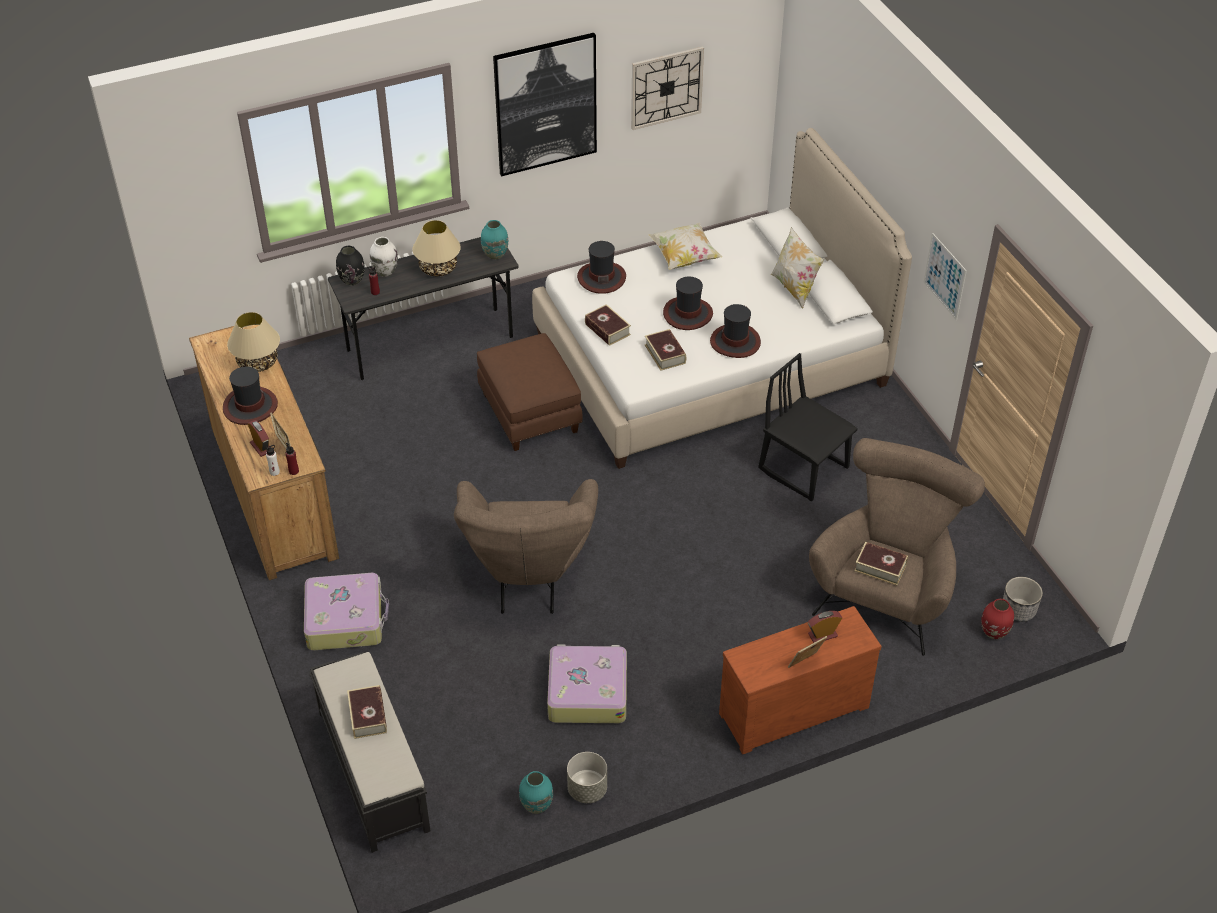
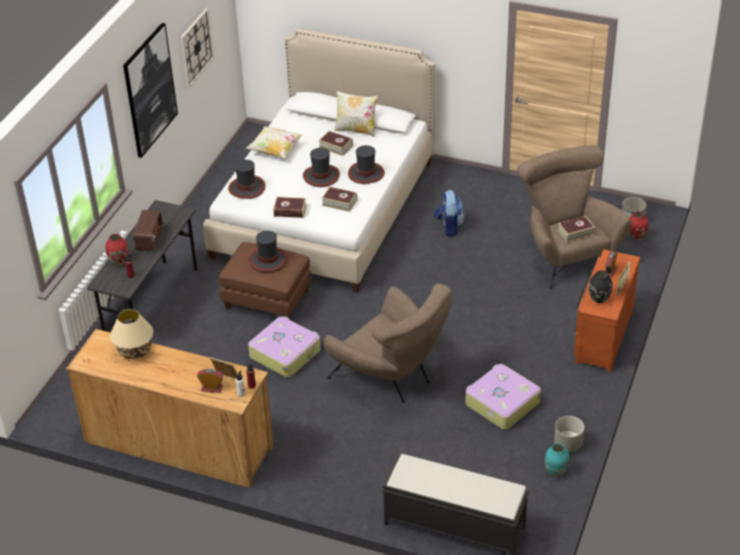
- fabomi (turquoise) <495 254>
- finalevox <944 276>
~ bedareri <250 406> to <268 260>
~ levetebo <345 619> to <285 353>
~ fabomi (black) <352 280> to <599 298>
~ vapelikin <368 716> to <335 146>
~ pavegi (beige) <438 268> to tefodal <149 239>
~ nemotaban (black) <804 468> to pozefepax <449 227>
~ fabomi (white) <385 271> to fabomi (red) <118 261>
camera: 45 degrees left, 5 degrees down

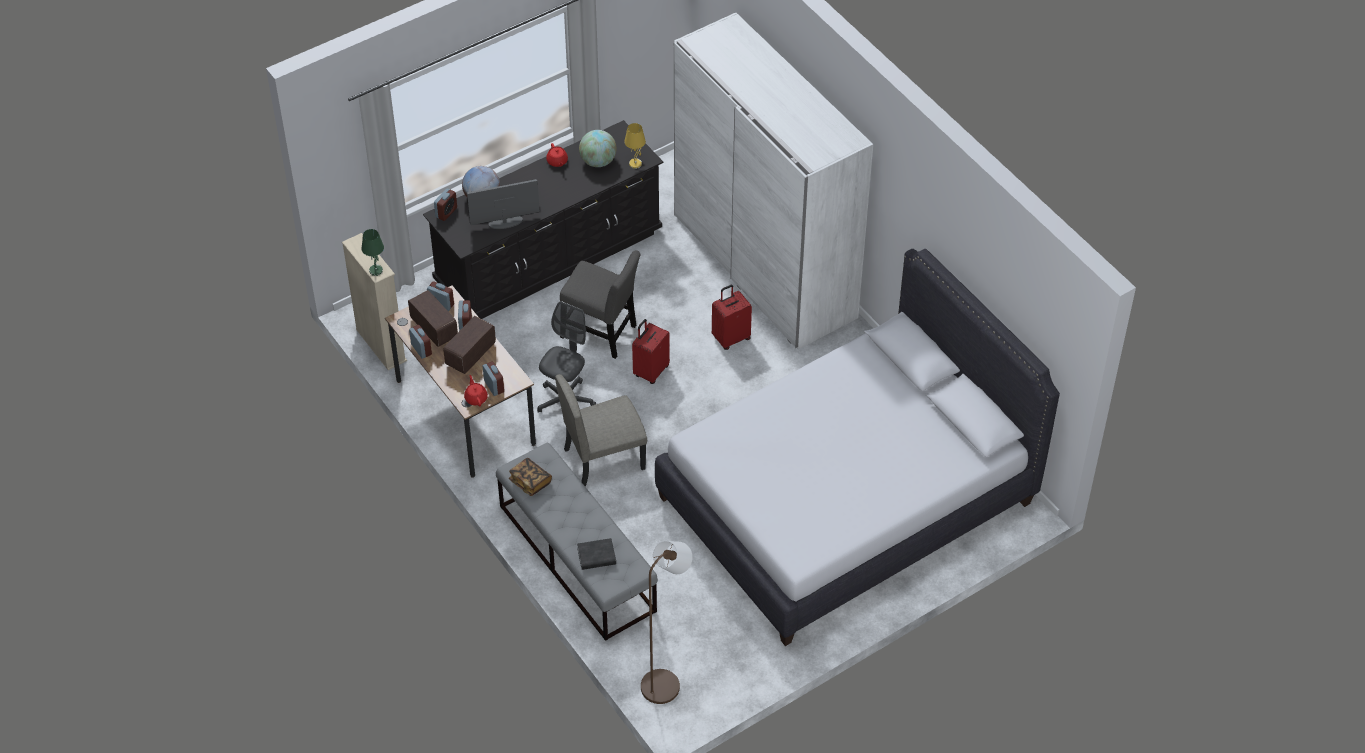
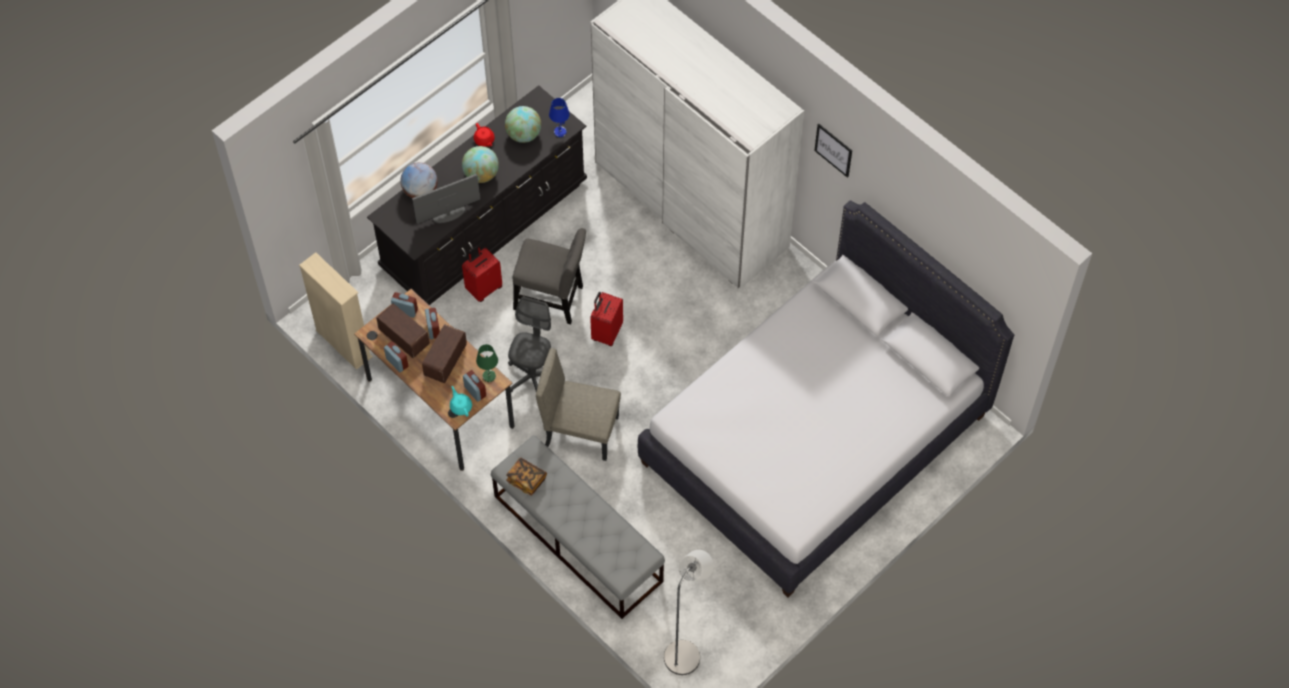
- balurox <446 212>
- vapelikin (black) <596 556>
+ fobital <481 175>
+ finalevox <833 150>
~ pavegi (green) <376 270> to <489 376>
~ levetebo (red) <731 338> to <483 288>
~ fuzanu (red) <476 398> to fuzanu (turquoise) <461 406>
~ pavegi (yellow) <635 163> to pavegi (blue) <560 132>
~ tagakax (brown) <665 682> to tagakax (grey) <686 652>
~ nemotaban (beige) <604 458> = <581 431> 45 degrees clockwise
camera: 10 degrees left, 10 degrees up

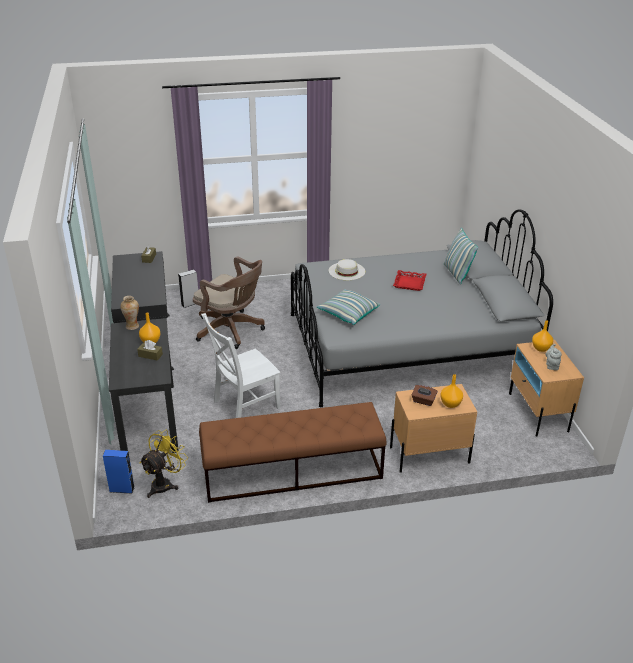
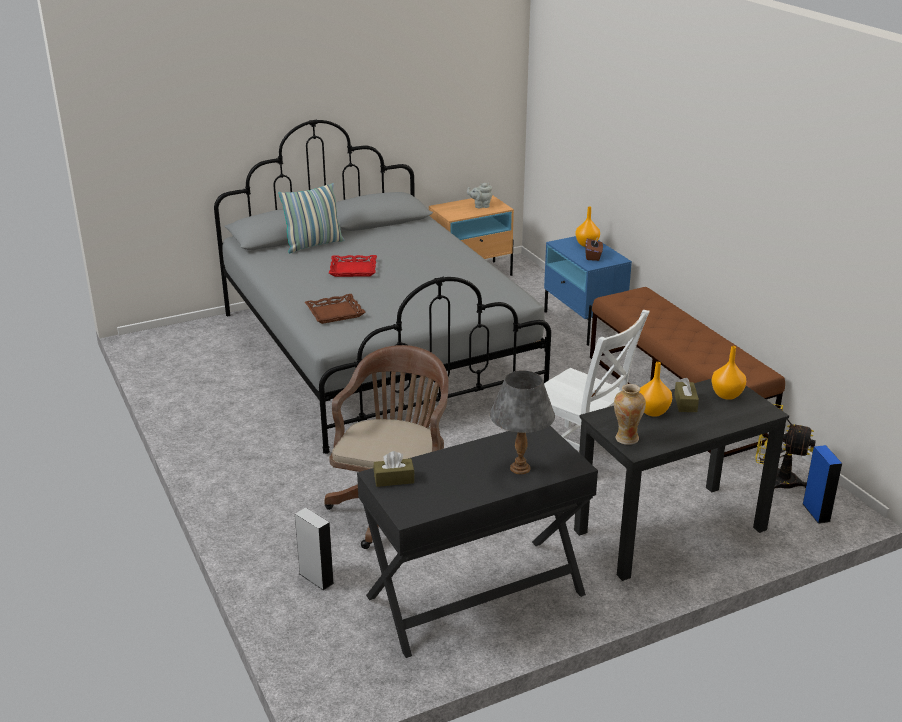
- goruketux <348 313>
+ pavegi (grey) <520 468>
~ fabomi (orange) <540 348> to <727 395>
~ bedareri (white) <346 271> to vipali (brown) <335 312>
~ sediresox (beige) <429 455> to sediresox (blue) <583 324>
camera: 105 degrees left, 5 degrees down

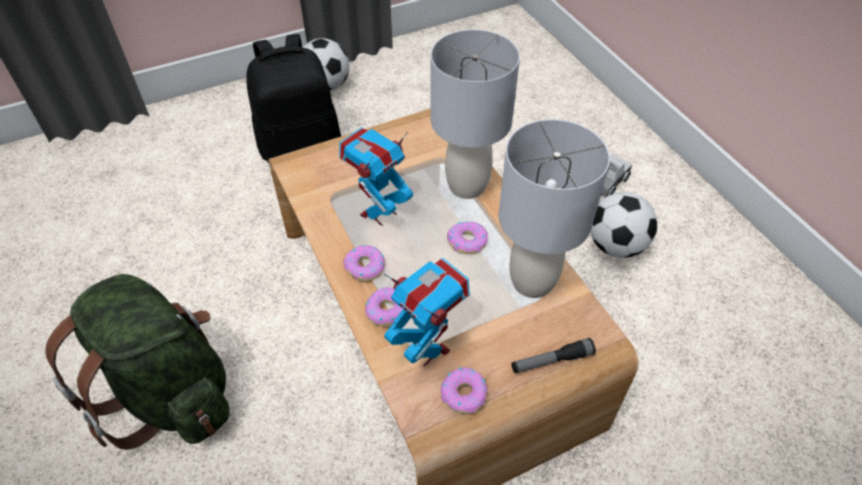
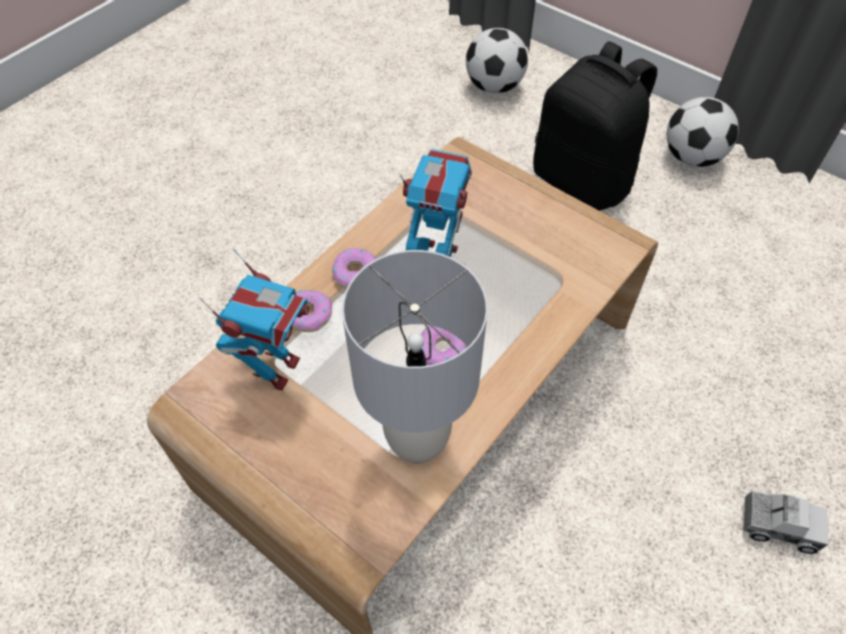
- pozefepax (green) <171 393>
- pavegi (grey) <466 186>
- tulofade <464 394>
- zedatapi <551 361>
~ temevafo <616 245> to <494 86>
camera: 65 degrees right, 5 degrees up

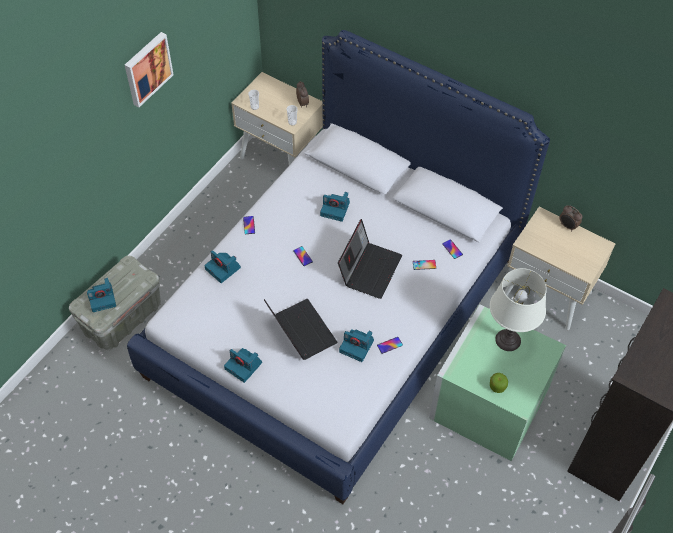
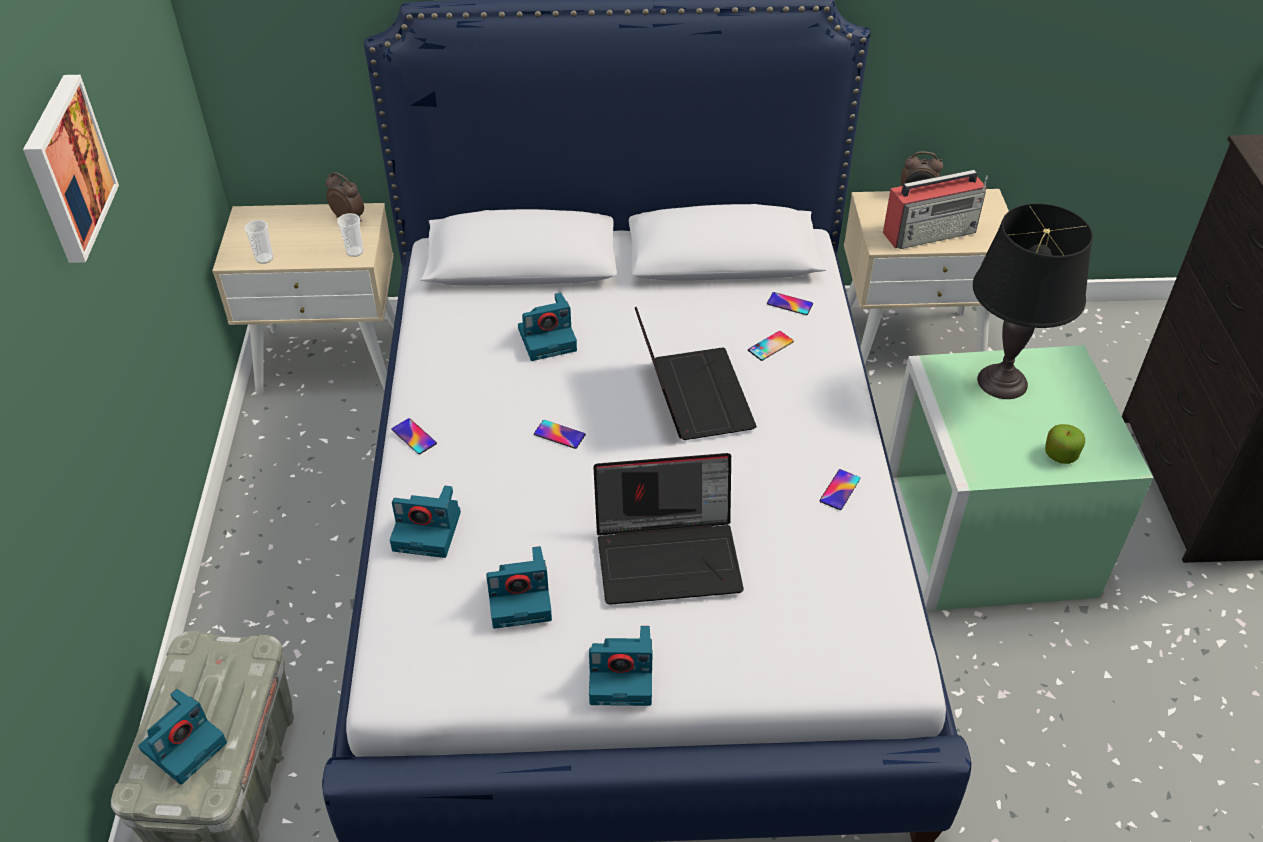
+ tefodal <931 232>
~ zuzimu <357 346> to <521 598>
~ pavegi (white) <508 340> to pavegi (black) <1002 382>
~ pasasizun <300 331> = <669 555> 150 degrees clockwise
camera: 35 degrees left, 10 degrees down

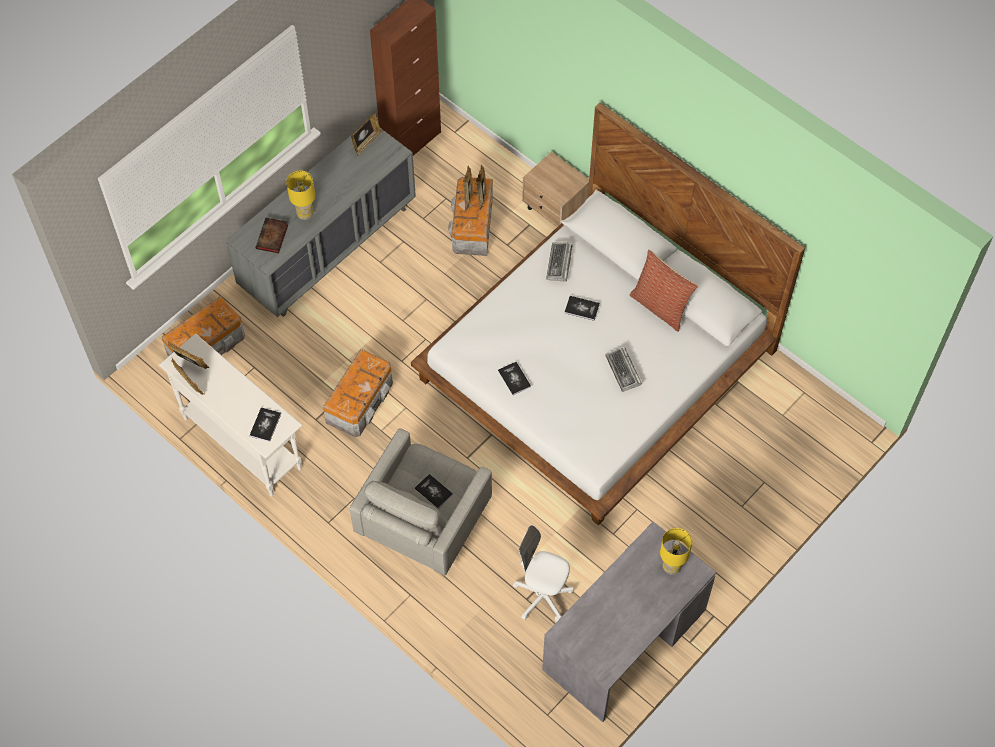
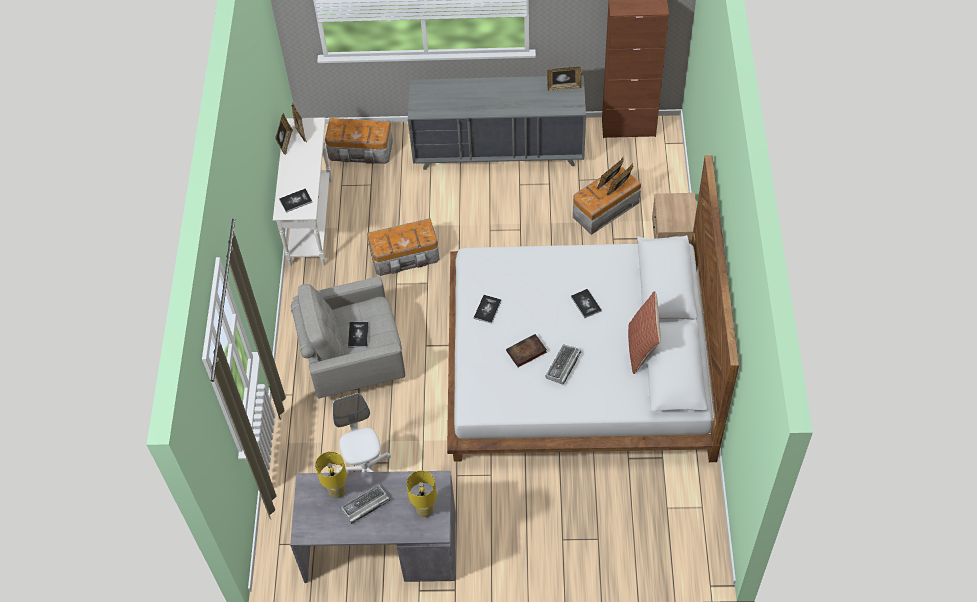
~ vapelikin <272 237> to <525 352>
~ pavegi (yellow) <305 214> to <336 491>
~ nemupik <559 264> to <365 505>
camera: 50 degrees right, 5 degrees down

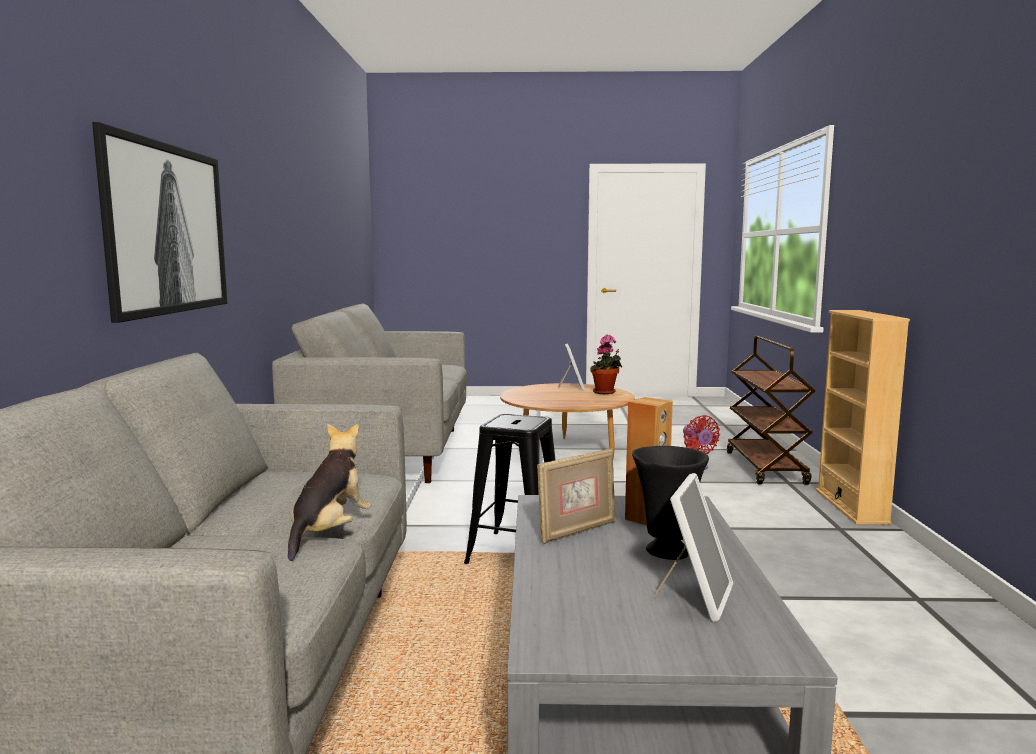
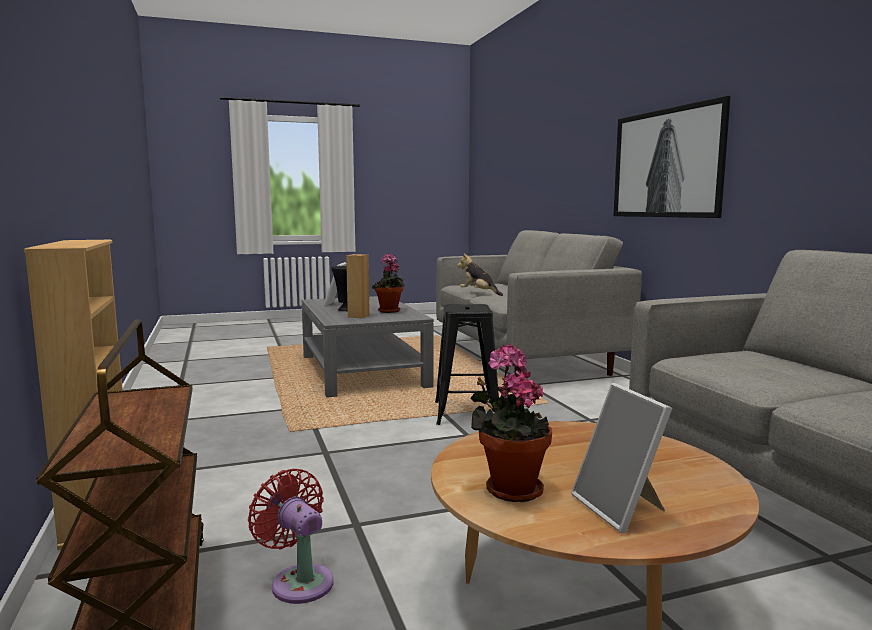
~ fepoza <577 531> to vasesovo <389 311>
~ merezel <329 532> = <479 293> 135 degrees clockwise
camera: 160 degrees right, 0 degrees up

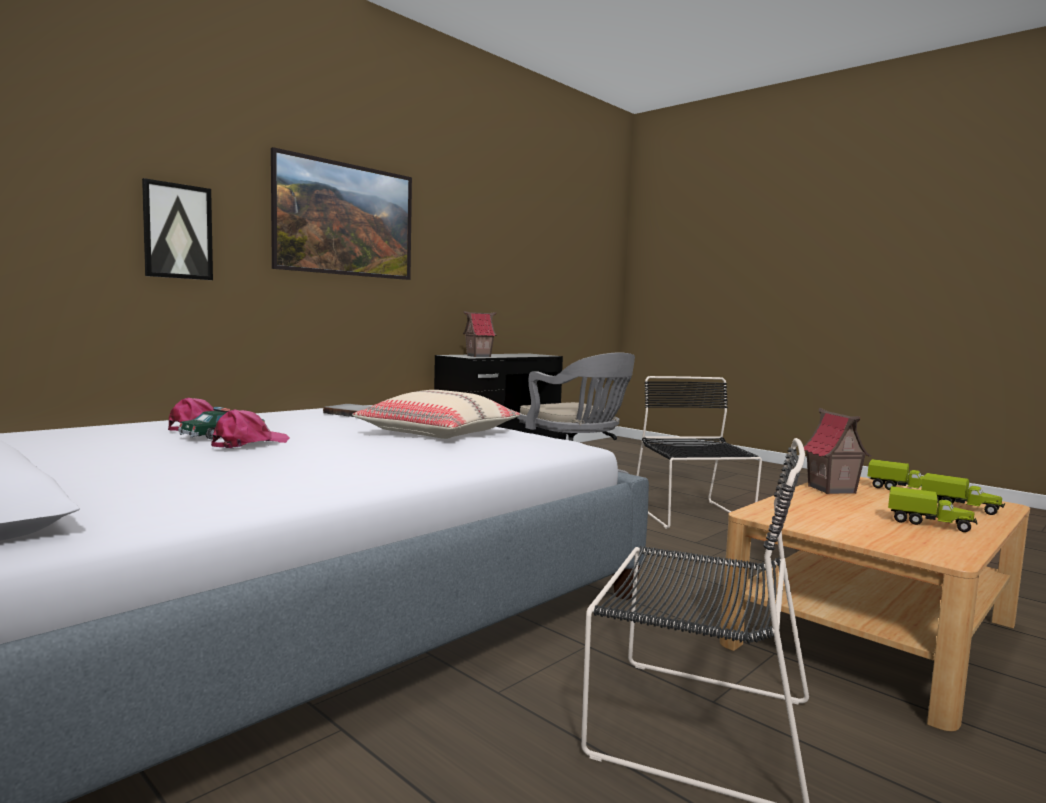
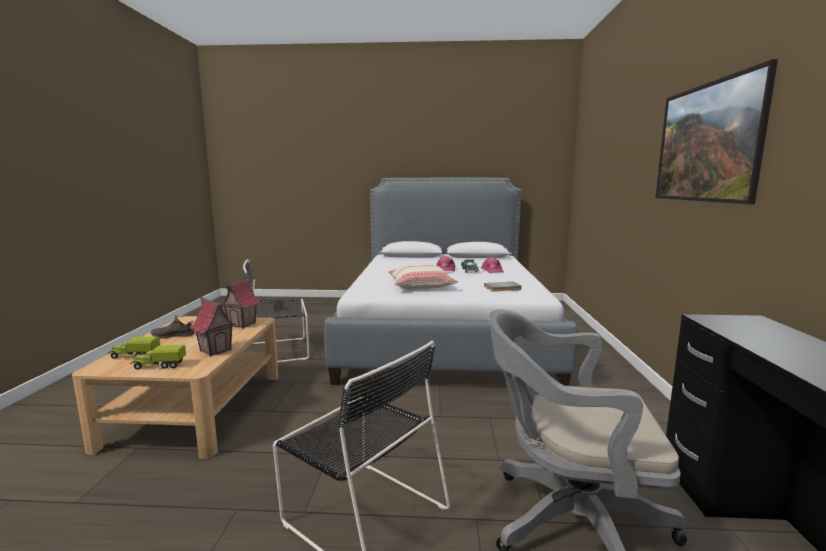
- finalevox <177 231>
~ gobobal <478 356> to <242 324>
~ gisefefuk <930 524> to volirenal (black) <173 336>
camera: 140 degrees right, 5 degrees up

